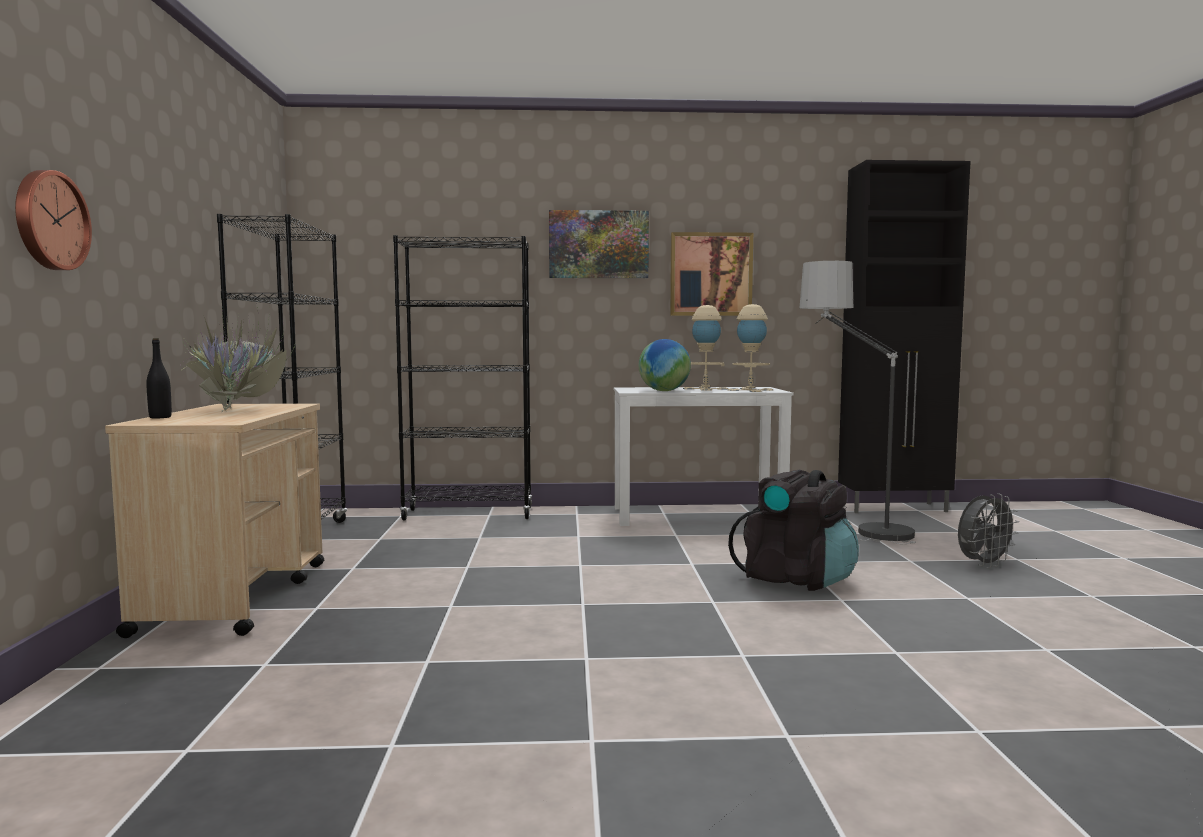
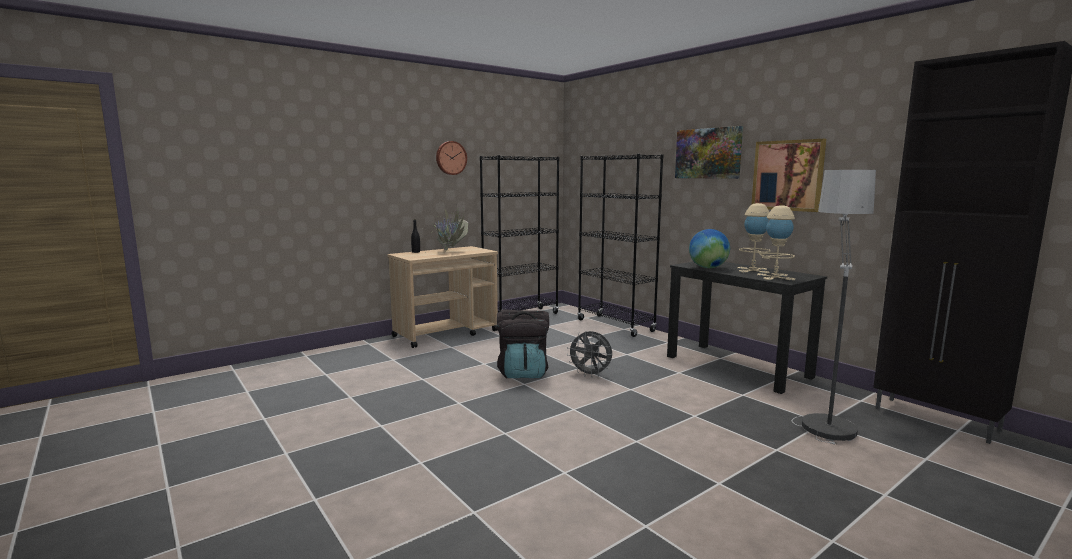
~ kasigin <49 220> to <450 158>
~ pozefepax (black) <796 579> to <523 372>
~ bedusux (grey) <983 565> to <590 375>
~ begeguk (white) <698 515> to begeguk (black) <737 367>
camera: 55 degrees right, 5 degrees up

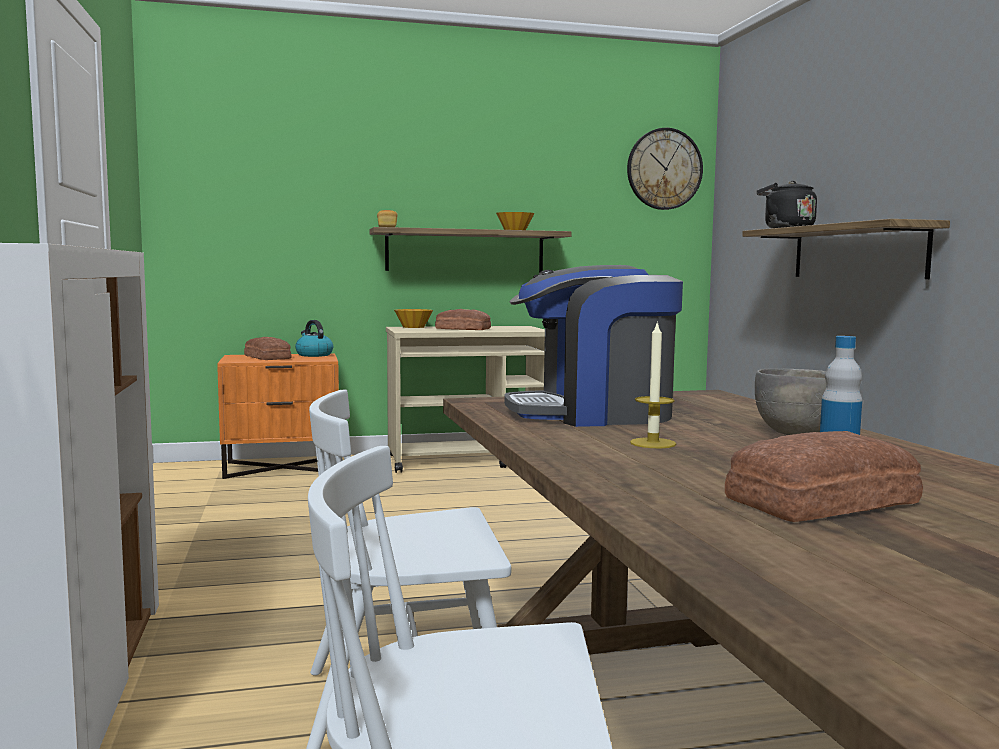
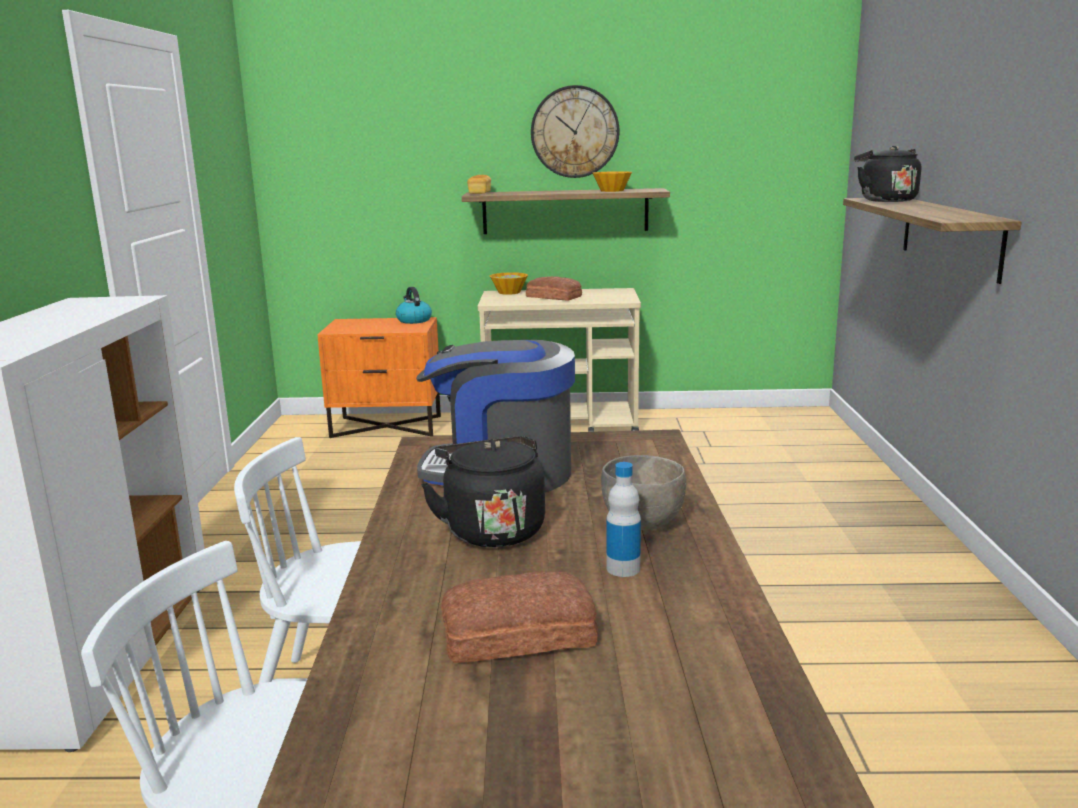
- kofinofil <268 357>
~ kasigin <664 169> to <574 132>
~ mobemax <653 443> to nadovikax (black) <492 529>
camera: 15 degrees right, 10 degrees up

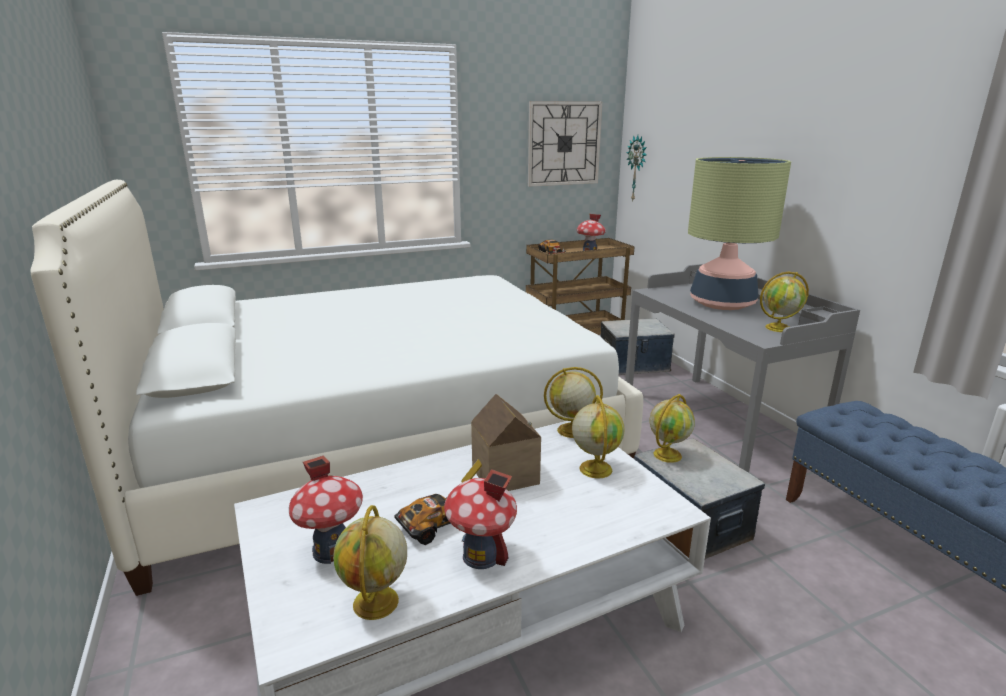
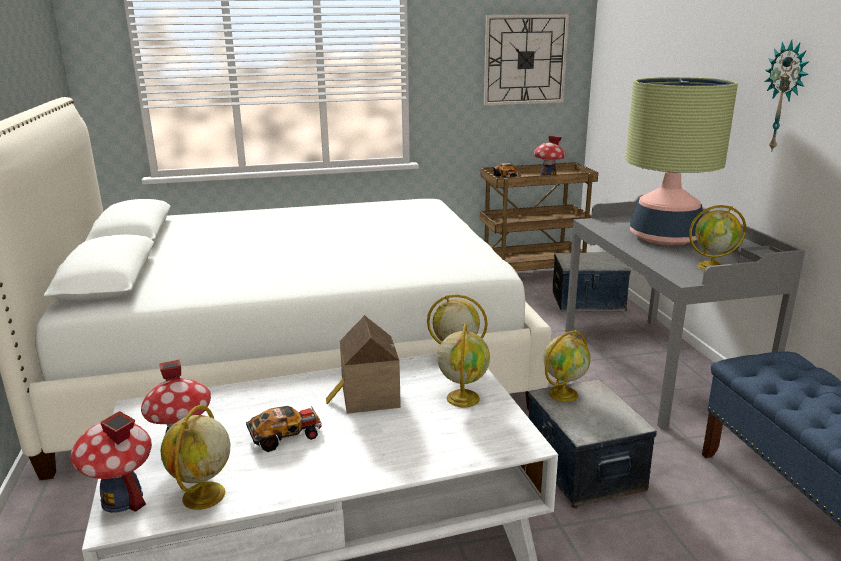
~ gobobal <481 556> to <122 499>
~ kasigin <637 168> to <785 97>
camera: 10 degrees right, 0 degrees up

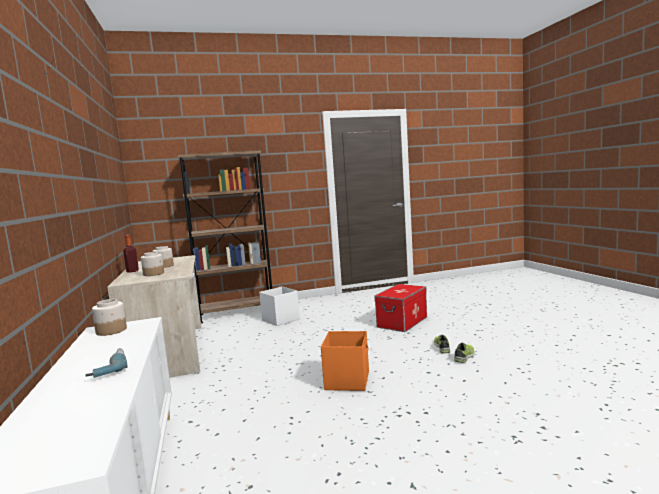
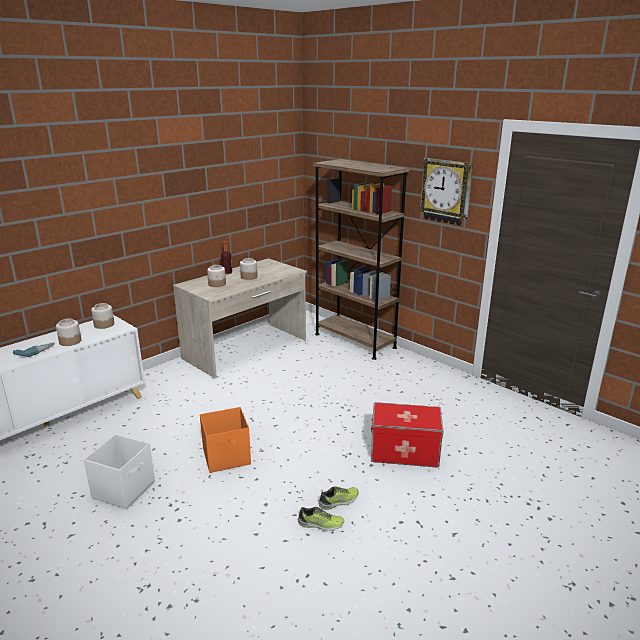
+ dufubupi <70 341>
+ kasigin <446 191>
~ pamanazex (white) <280 320> to <125 489>
camera: 60 degrees right, 15 degrees up

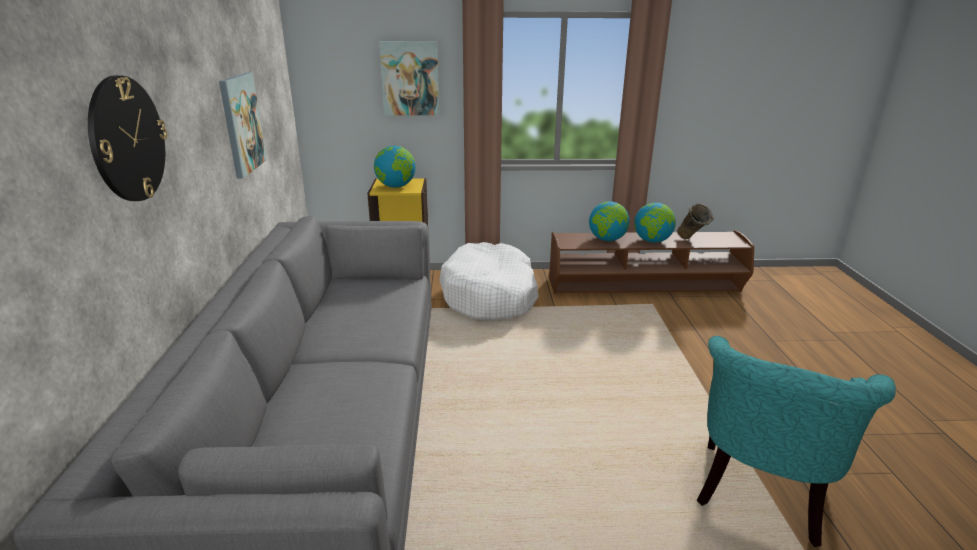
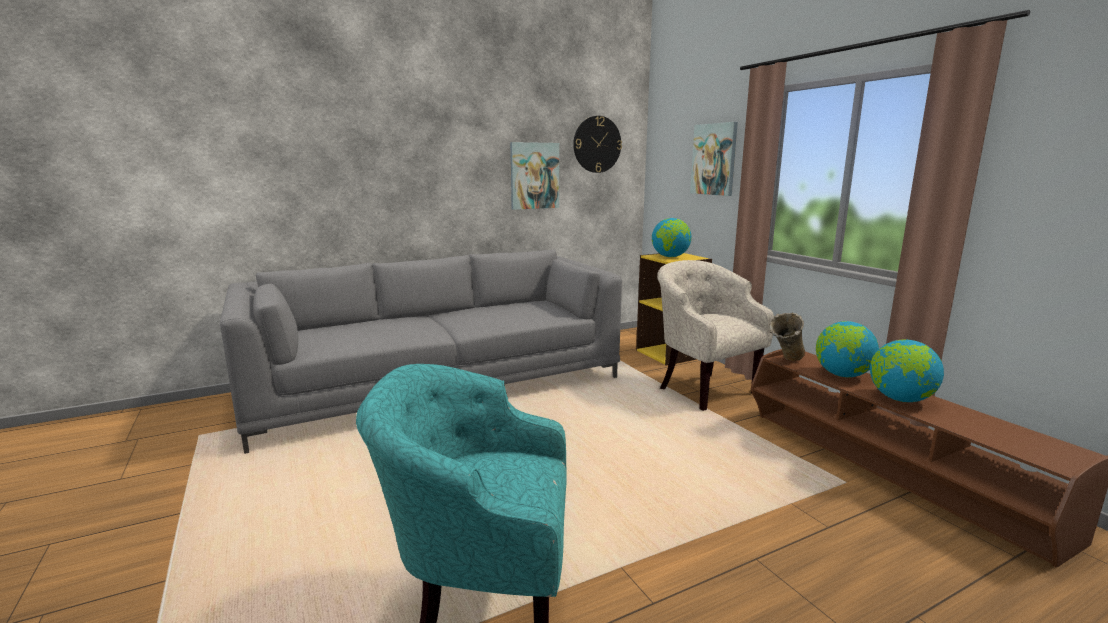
~ kasigin <127 139> to <597 144>
~ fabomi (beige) <691 241> to <786 363>
~ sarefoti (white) <490 295> to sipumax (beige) <702 389>
camera: 65 degrees right, 10 degrees down

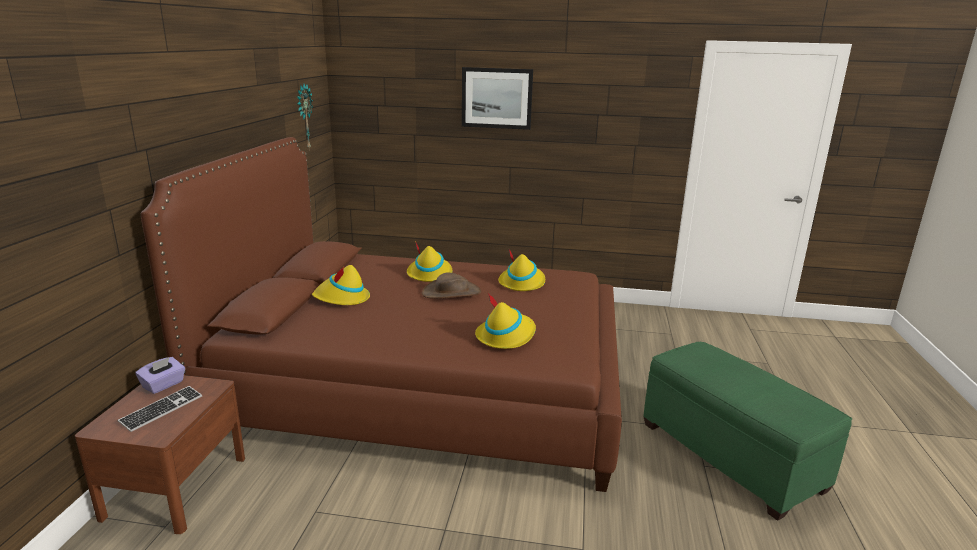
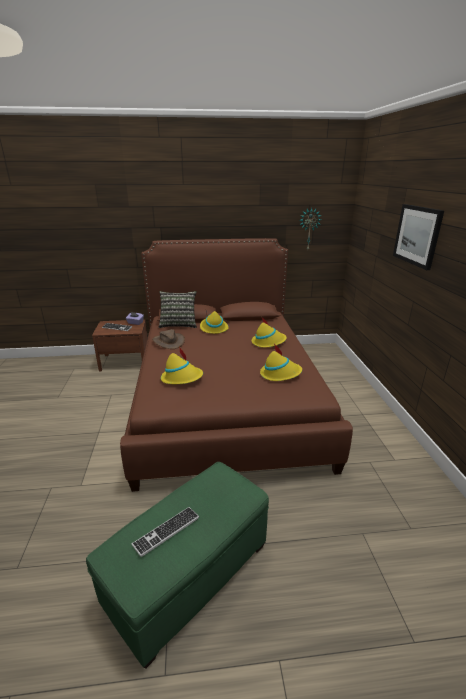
+ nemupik <166 531>
+ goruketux <178 324>
~ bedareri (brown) <451 292> to <168 341>
camera: 75 degrees right, 5 degrees up

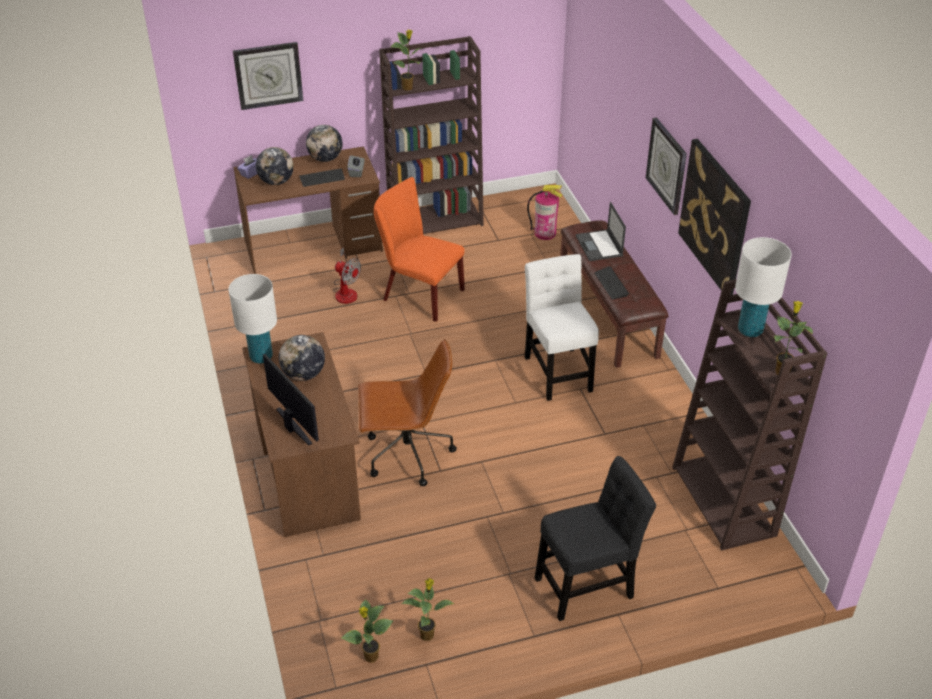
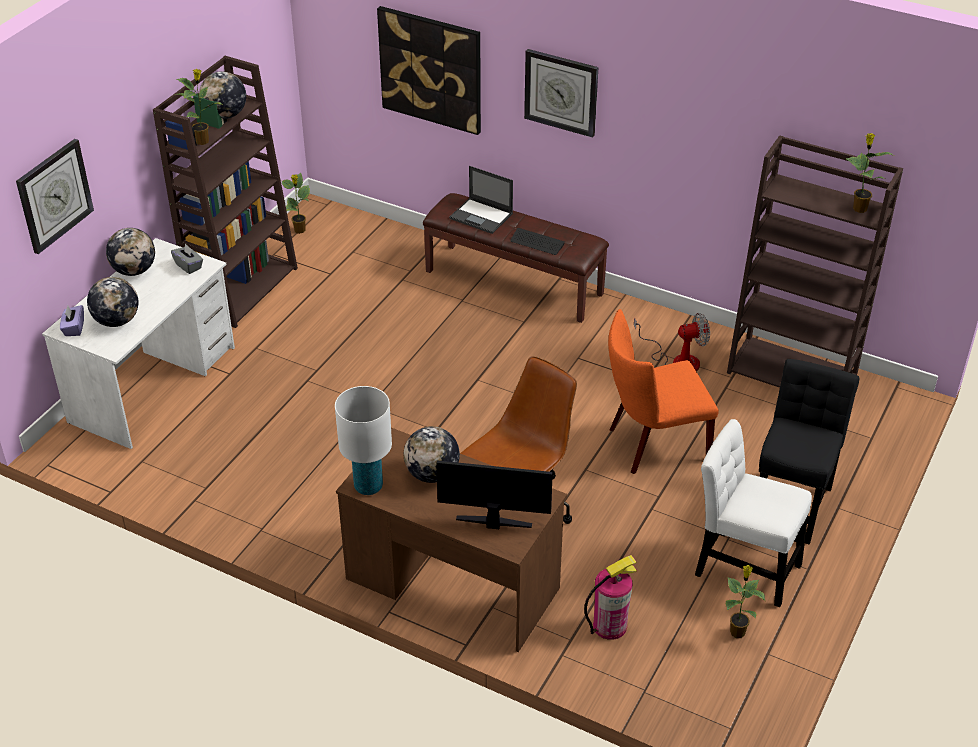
- nemupik <322 178>
- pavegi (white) <750 330>
+ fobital <225 115>
~ bedusux <346 291> to <677 360>
~ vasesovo <370 657> to <300 230>
~ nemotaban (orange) <418 294> to <652 444>
~ nemotaban (white) <557 371> to <743 566>
~ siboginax <545 233> to <609 625>
~ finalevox <715 217> to <431 69>
~ begeguk (brown) <313 246> to begeguk (white) <154 385>
camera: 45 degrees left, 0 degrees up

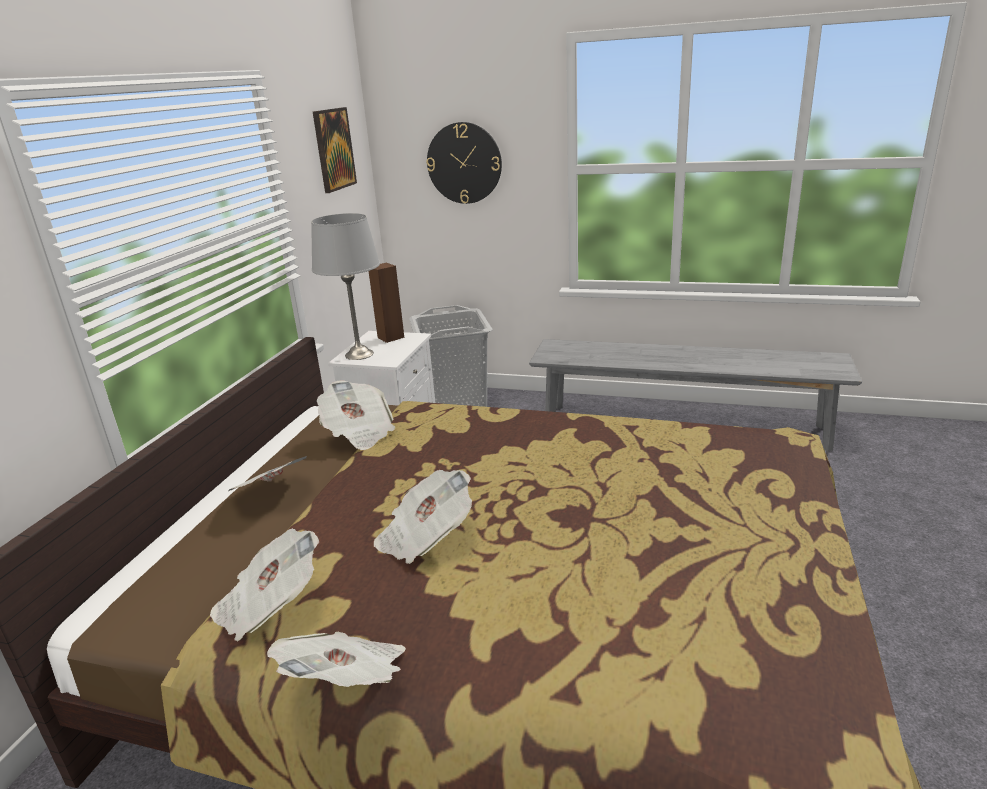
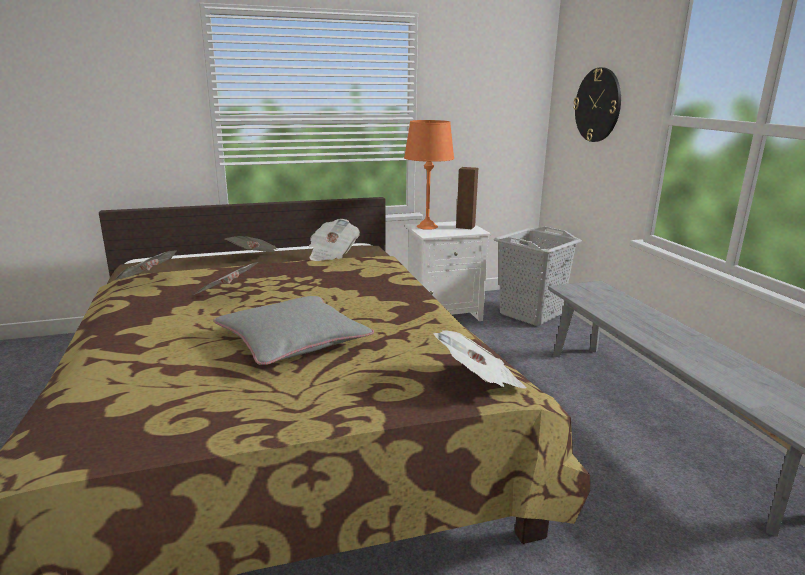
- finalevox <333 149>
+ goruketux (grey) <293 340>
~ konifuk <348 682> to <479 381>
~ pavegi (grey) <358 354> to pavegi (orange) <426 227>
camera: 55 degrees right, 5 degrees down

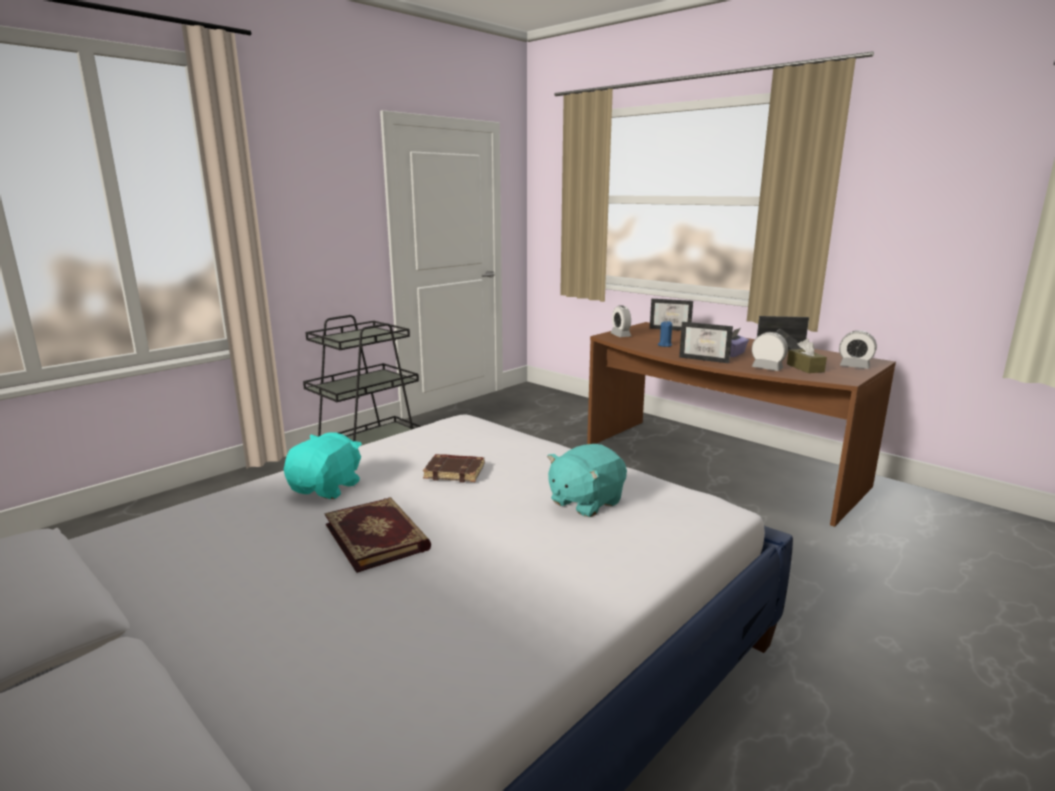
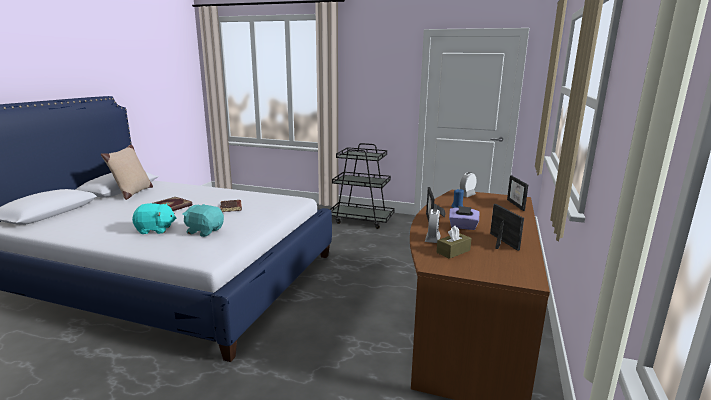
- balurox <854 366>
+ goruketux (beige) <132 193>
~ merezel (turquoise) <327 488> to <155 230>
camera: 65 degrees right, 0 degrees up

